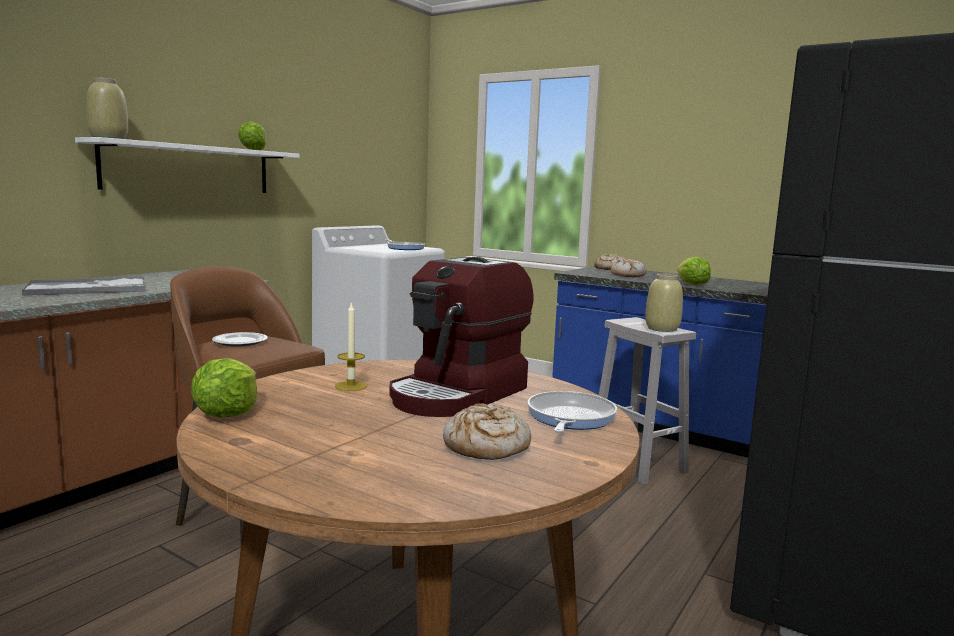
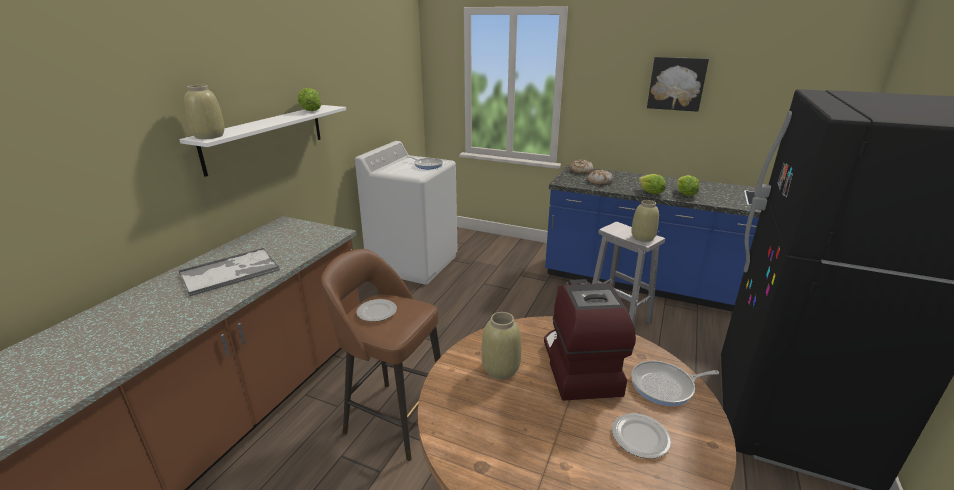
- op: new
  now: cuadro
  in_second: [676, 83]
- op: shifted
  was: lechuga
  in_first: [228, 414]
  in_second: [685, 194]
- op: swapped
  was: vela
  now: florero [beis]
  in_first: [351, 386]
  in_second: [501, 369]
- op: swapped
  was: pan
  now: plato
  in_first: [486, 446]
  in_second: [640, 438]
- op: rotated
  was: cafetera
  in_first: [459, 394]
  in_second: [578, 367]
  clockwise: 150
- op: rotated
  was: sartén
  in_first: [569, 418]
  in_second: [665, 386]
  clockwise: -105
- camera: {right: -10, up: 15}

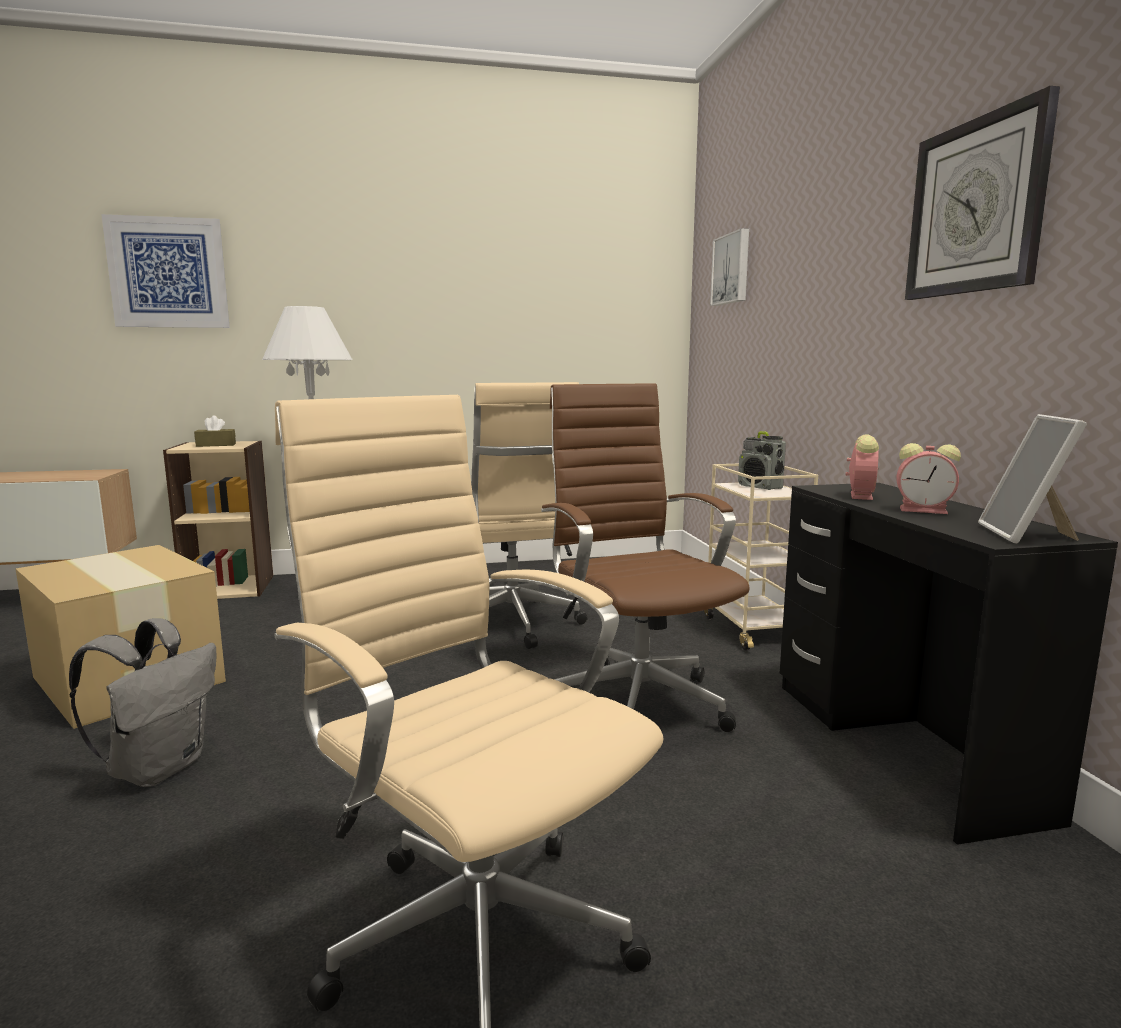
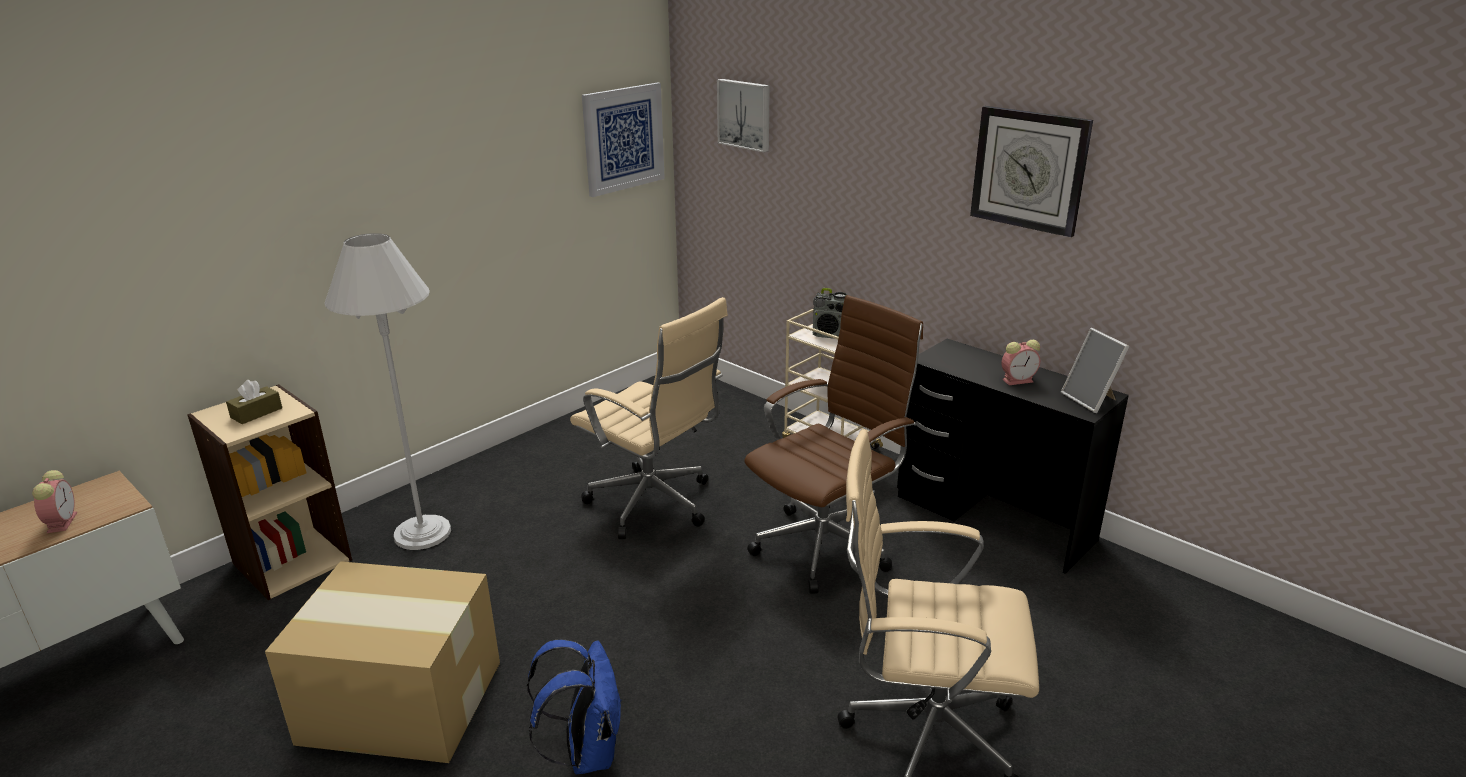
- op: shifted
  was: cuadro
  in_first: [168, 273]
  in_second: [623, 138]
- op: shifted
  was: despertador
  in_first: [860, 495]
  in_second: [62, 521]
- op: repainted
  was: mochila [gris]
  now: mochila [azul]
  in_first: [159, 767]
  in_second: [586, 751]
- op: rotated
  was: silla de oficina [marrón]
  in_first: [635, 701]
  in_second: [827, 546]
  clockwise: 105
- camera: {right: -35, up: 15}

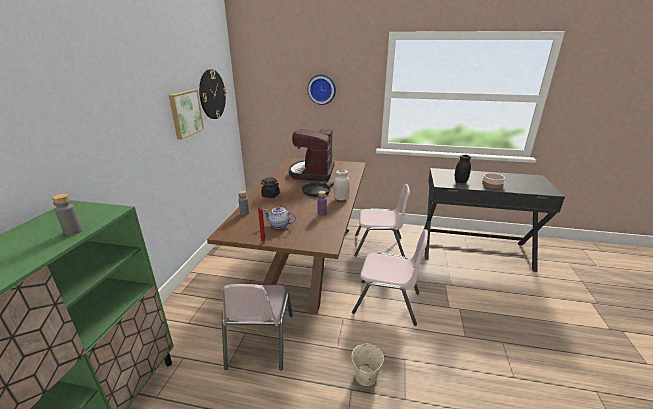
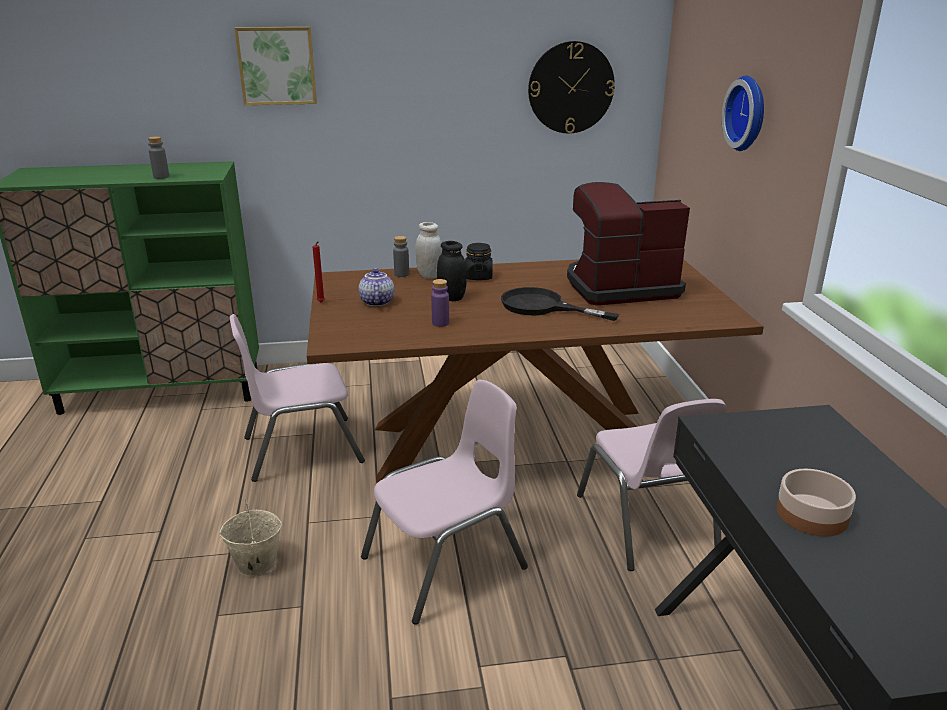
- op: shifted
  was: cuadro
  in_first: [185, 113]
  in_second: [277, 65]
- op: shifted
  was: tarro [blanco]
  in_first: [341, 198]
  in_second: [429, 275]
- op: shifted
  was: tarro [negro]
  in_first: [460, 181]
  in_second: [451, 298]
- op: rotated
  was: silla [rosa]
  in_first: [387, 303]
  in_second: [446, 564]
  clockwise: -120
- camera: {right: 70, up: 0}

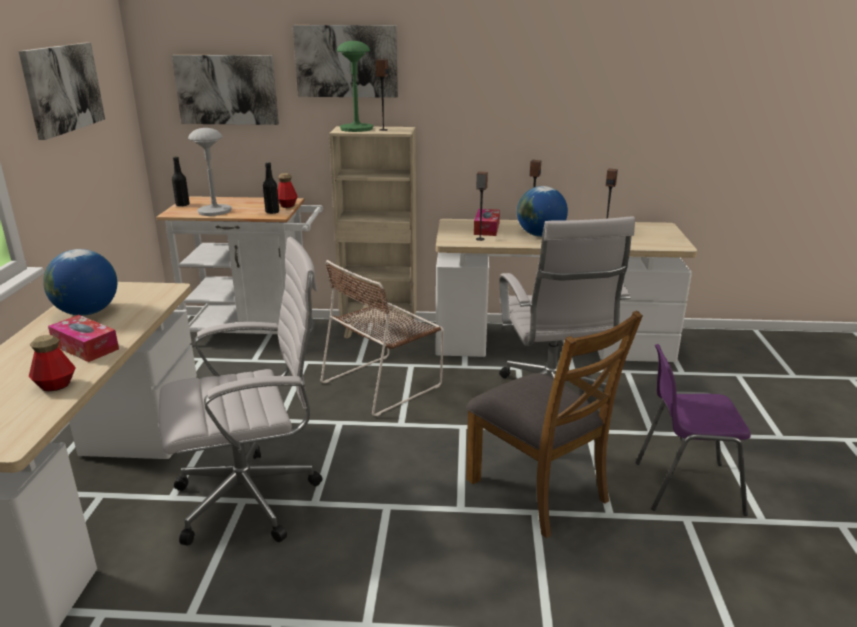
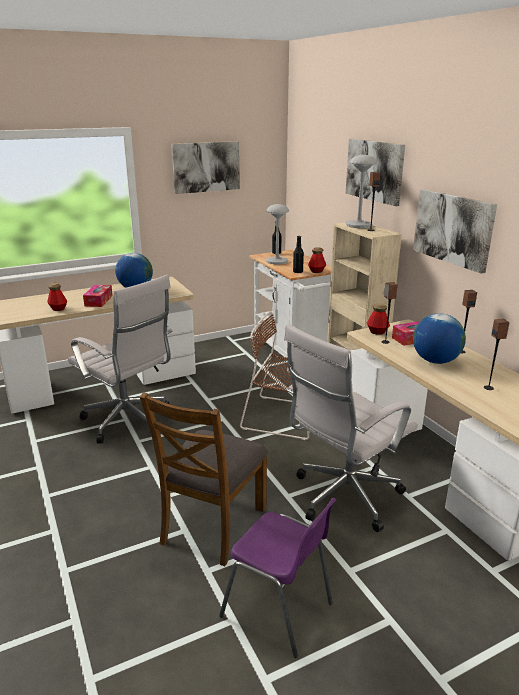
- op: new
  now: botella
  in_second: [377, 332]
- op: shifted
  was: cuadro
  in_first: [227, 89]
  in_second: [453, 229]
- op: repainted
  was: lámpara de mesa [verde]
  now: lámpara de mesa [gris]
  in_first: [356, 129]
  in_second: [358, 225]
- op: rotated
  was: silla [morado]
  in_first: [684, 486]
  in_second: [279, 610]
  clockwise: 150
- camera: {right: 60, up: 0}

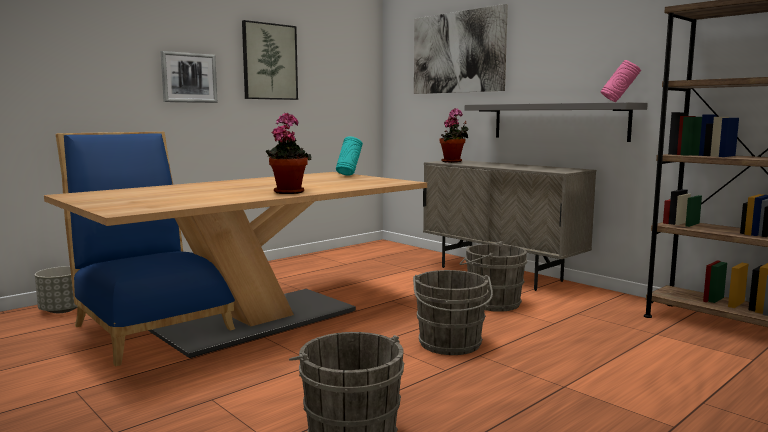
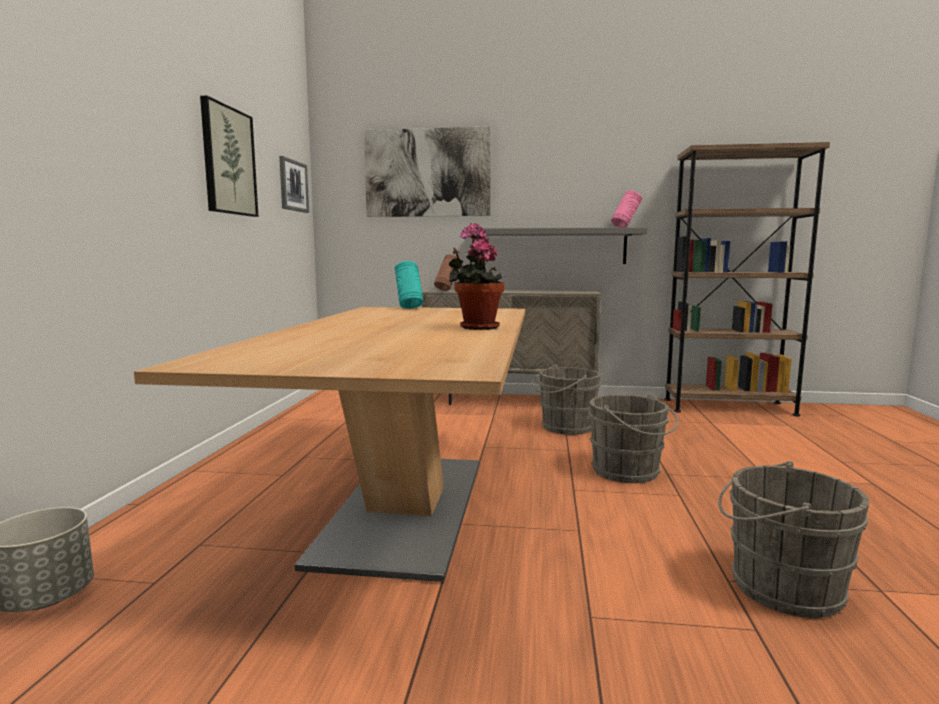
- op: gone
  was: silla [azul]
  in_first: [150, 327]
- op: shifted
  was: cuadro
  in_first: [189, 77]
  in_second: [293, 186]
- op: swapped
  was: planta en maceta
  now: florero [marrón]
  in_first: [453, 162]
  in_second: [447, 290]
- camera: {right: -40, up: 0}

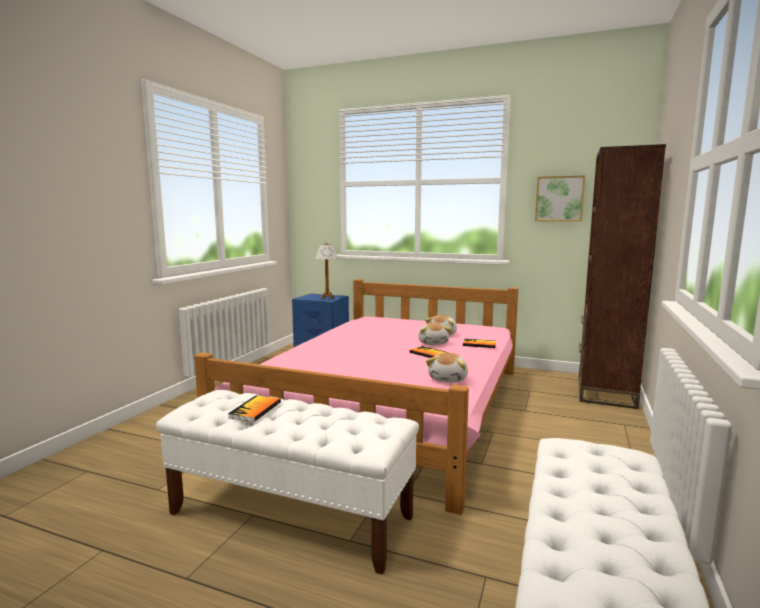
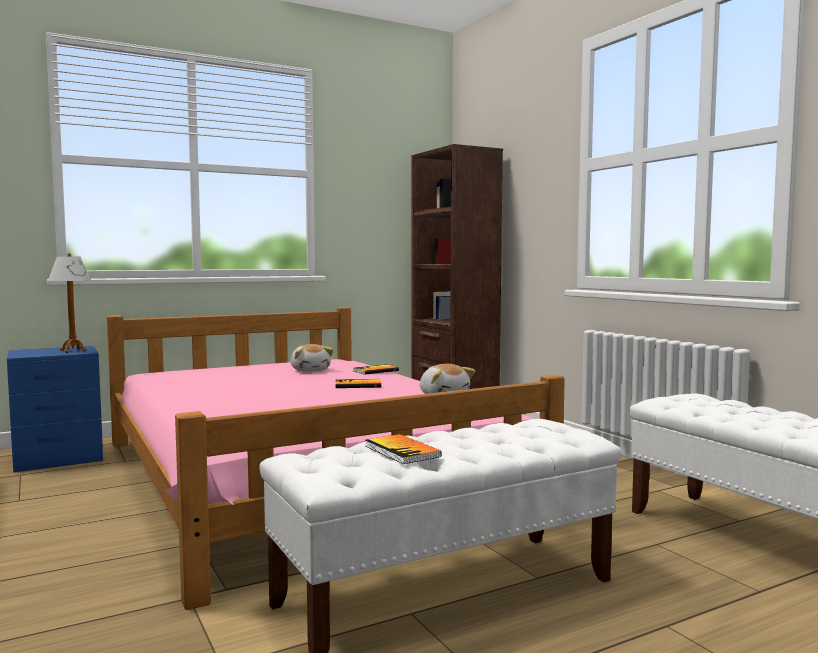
- op: gone
  was: peluche
  in_first: [433, 343]
- op: gone
  was: cuadro
  in_first: [559, 199]
- camera: {right: -50, up: -5}

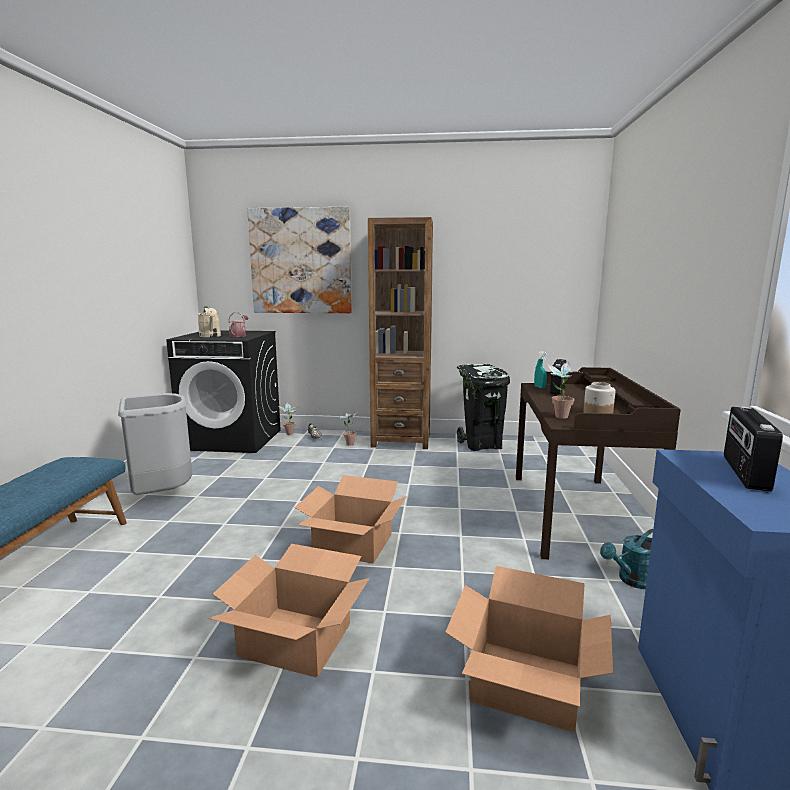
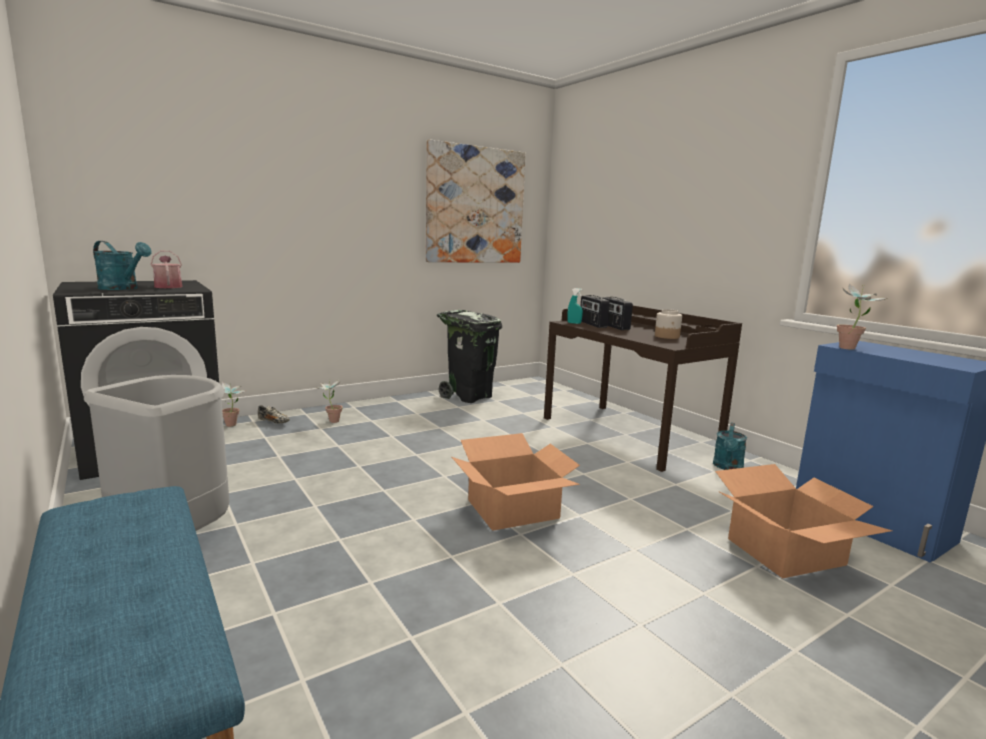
- op: gone
  was: caja de cartón
  in_first: [296, 639]
- op: gone
  was: estantería [marrón]
  in_first: [401, 440]
- op: shifted
  was: cuadro
  in_first: [301, 261]
  in_second: [475, 205]
- op: shifted
  was: planta en maceta
  in_first: [560, 418]
  in_second: [850, 349]
- op: shifted
  was: radio
  in_first: [744, 473]
  in_second: [613, 326]
- op: repainted
  was: regadera [beis]
  now: regadera [turquesa]
  in_first: [210, 336]
  in_second: [123, 288]
- camera: {right: -40, up: 0}

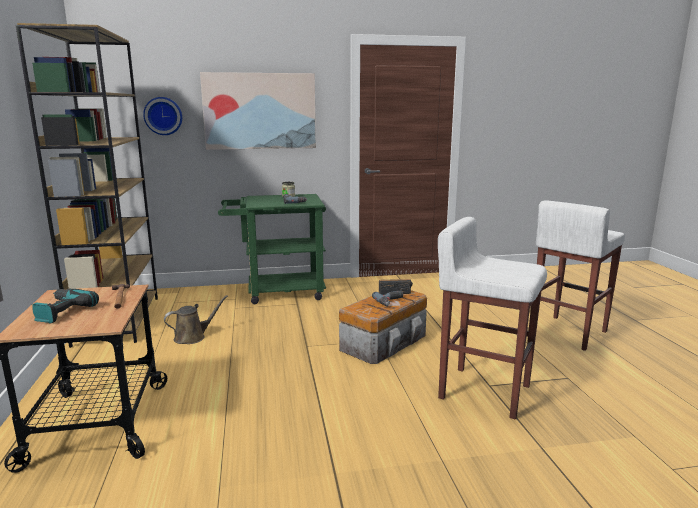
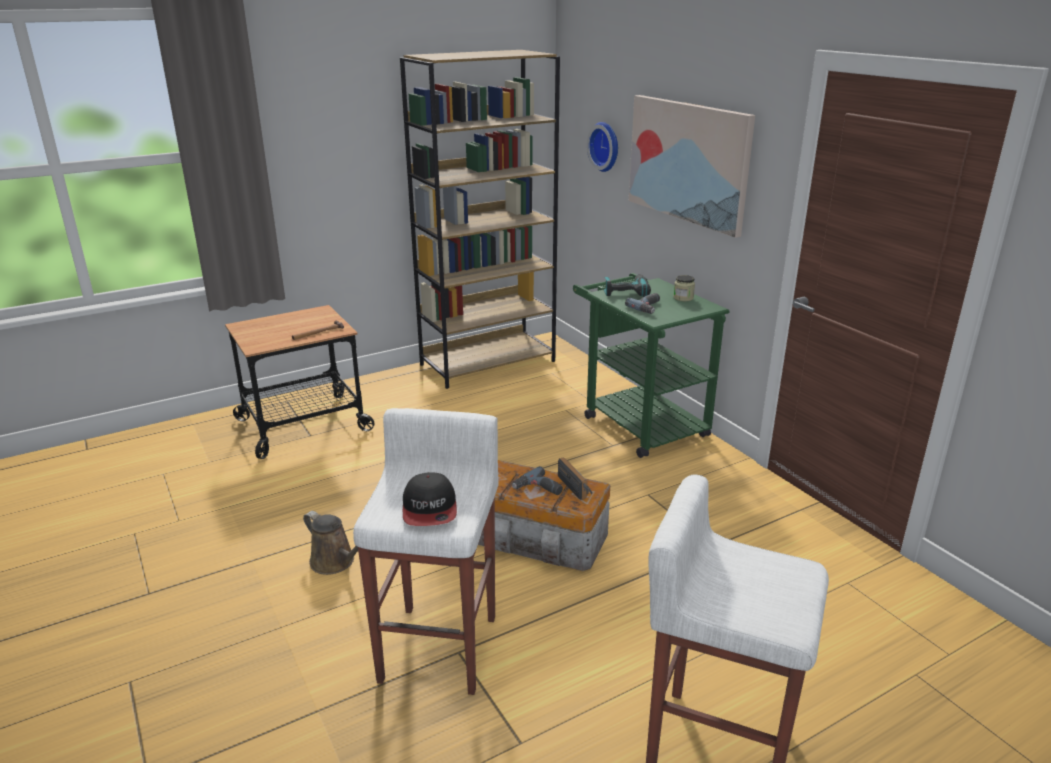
- op: new
  now: gorra
  in_second: [430, 509]
- op: shifted
  was: taladro
  in_first: [61, 311]
  in_second: [626, 291]
- op: shifted
  was: regadera [marrón]
  in_first: [193, 337]
  in_second: [335, 562]
- camera: {right: 70, up: 10}

